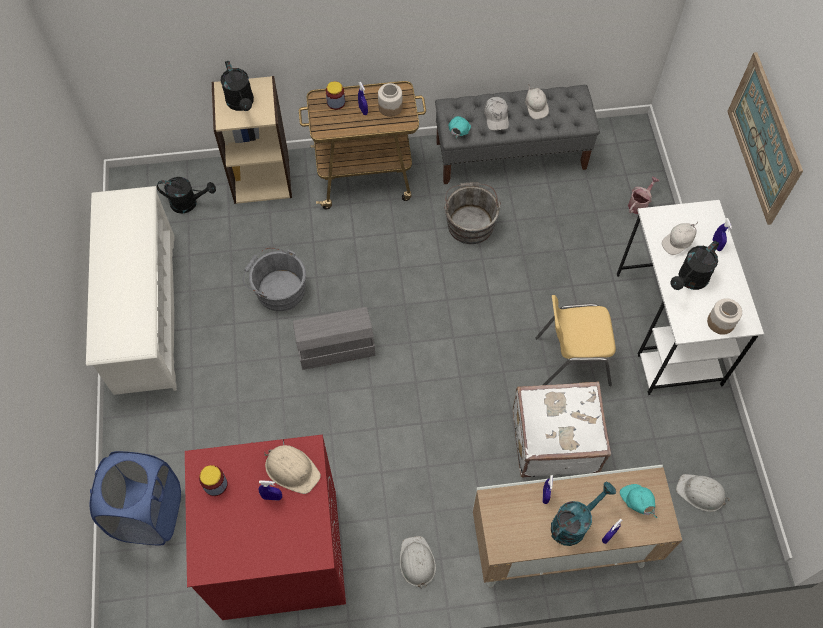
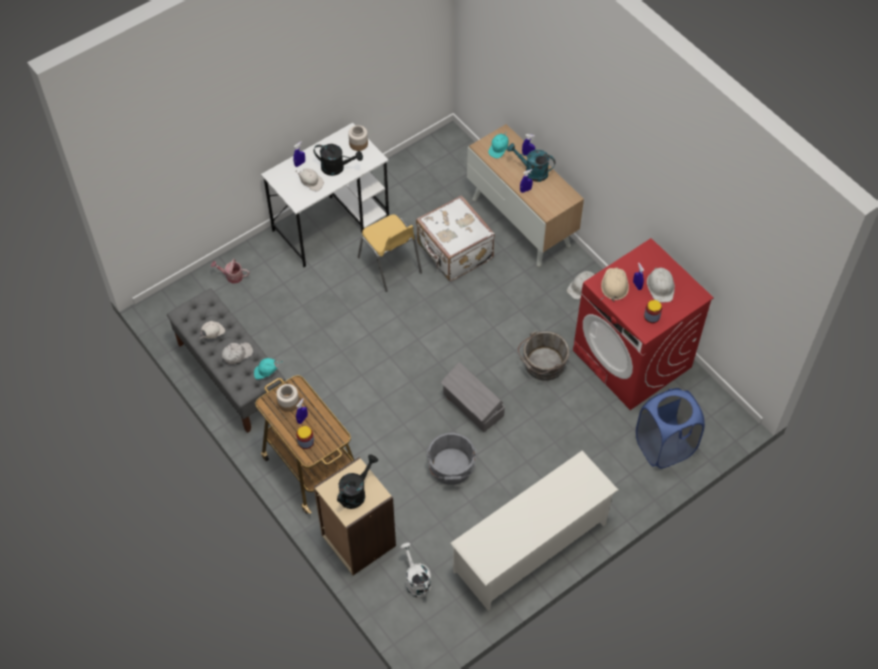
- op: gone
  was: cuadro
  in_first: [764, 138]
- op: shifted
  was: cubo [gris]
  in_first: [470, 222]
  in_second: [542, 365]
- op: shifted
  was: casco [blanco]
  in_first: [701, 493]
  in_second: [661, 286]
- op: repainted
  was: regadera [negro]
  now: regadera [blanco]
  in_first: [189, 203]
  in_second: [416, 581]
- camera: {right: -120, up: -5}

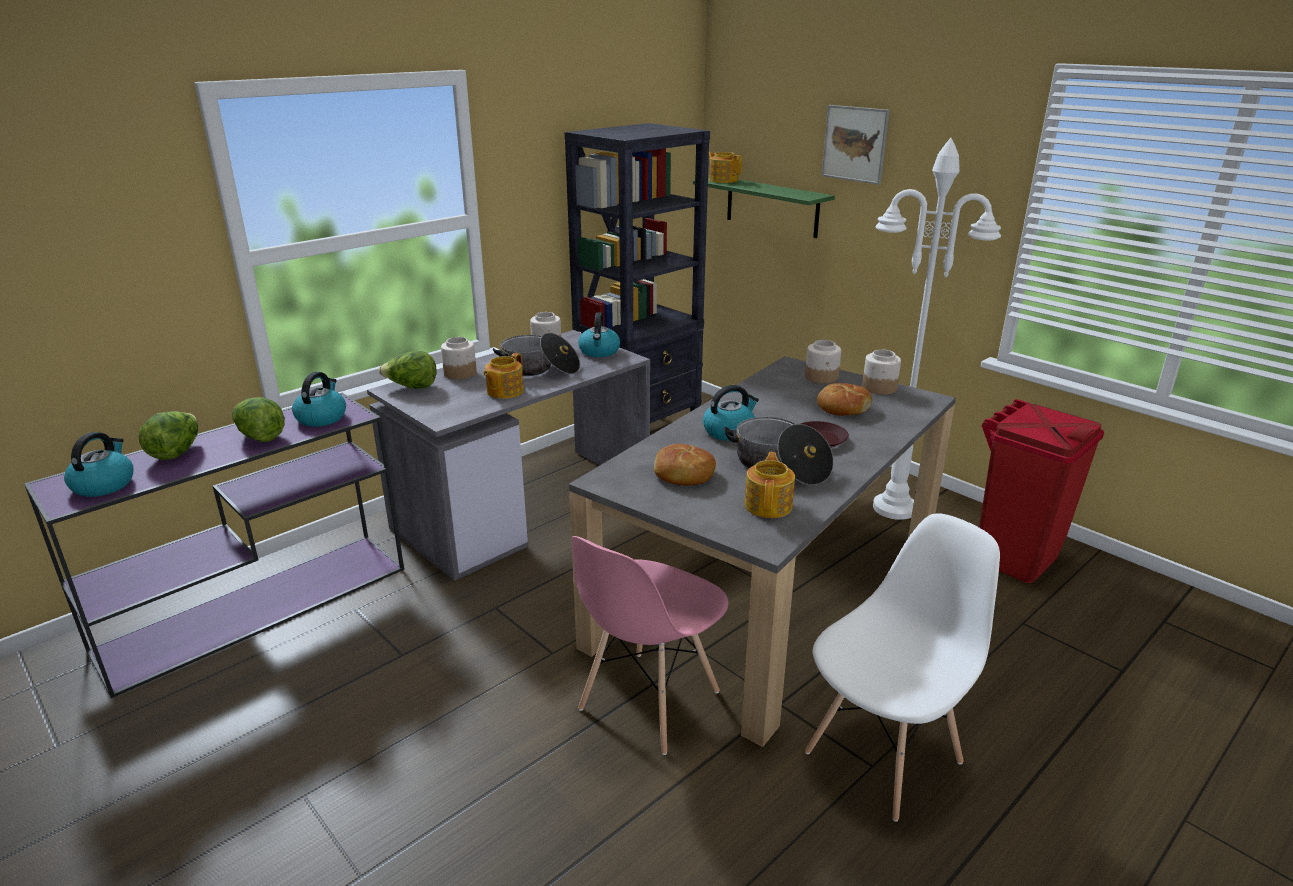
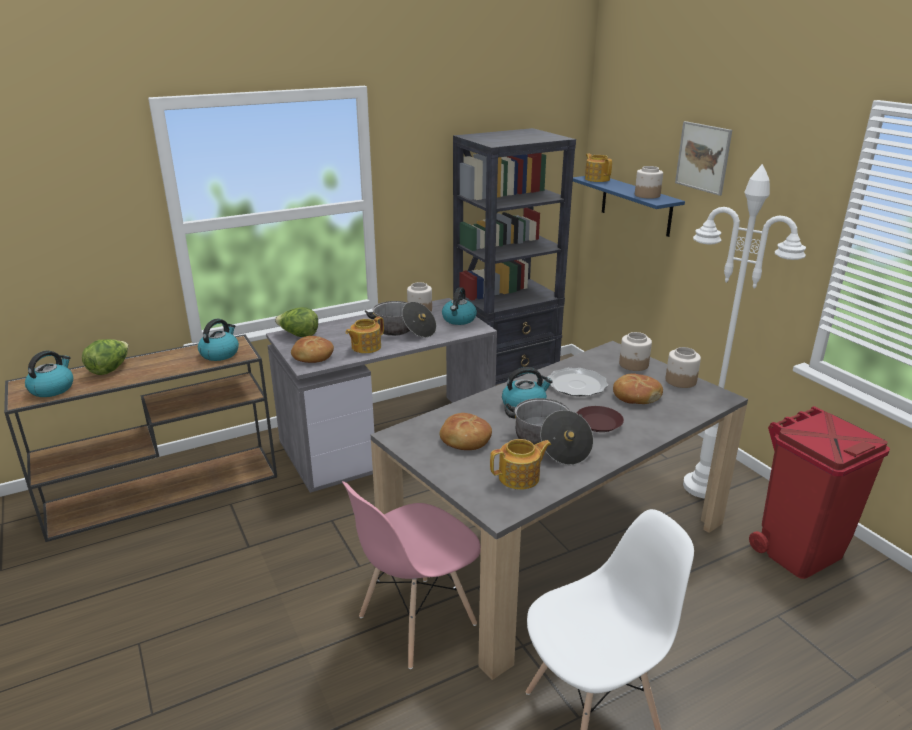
- op: gone
  was: lechuga
  in_first: [260, 437]
- op: new
  now: pan
  in_second: [312, 356]
- op: new
  now: plato
  in_second: [577, 385]
- op: shifted
  was: tarro
  in_first: [460, 373]
  in_second: [647, 195]
- op: repainted
  was: mesa consola [morado]
  now: mesa consola [marrón]
  in_first: [259, 606]
  in_second: [165, 489]
- op: repainted
  was: estante [verde]
  now: estante [azul]
  in_first: [772, 207]
  in_second: [636, 205]
- op: rotated
  was: tetera
  in_first: [769, 505]
  in_second: [520, 477]
  clockwise: 45
- camera: {right: 15, up: 0}

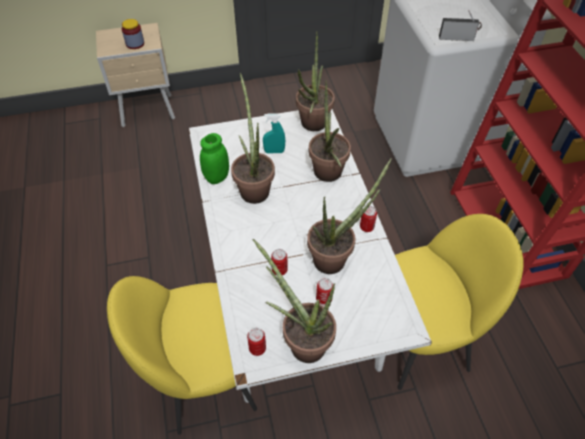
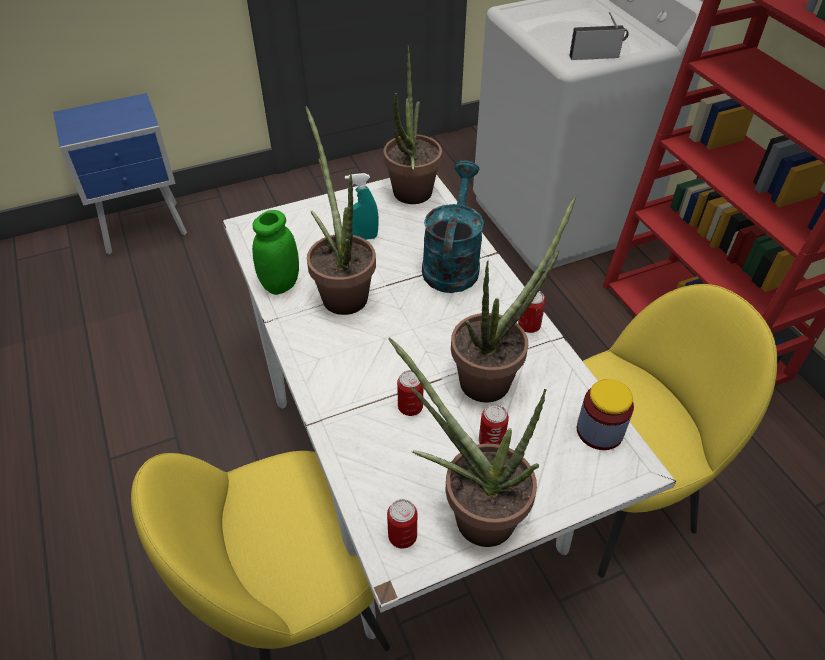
- op: shifted
  was: tarro
  in_first: [135, 44]
  in_second: [599, 431]
- op: swapped
  was: planta en maceta
  now: regadera [turquesa]
  in_first: [328, 176]
  in_second: [452, 263]
- op: repainted
  was: mesita de noche [beis]
  now: mesita de noche [azul]
  in_first: [148, 111]
  in_second: [145, 229]
- camera: {right: -10, up: -5}

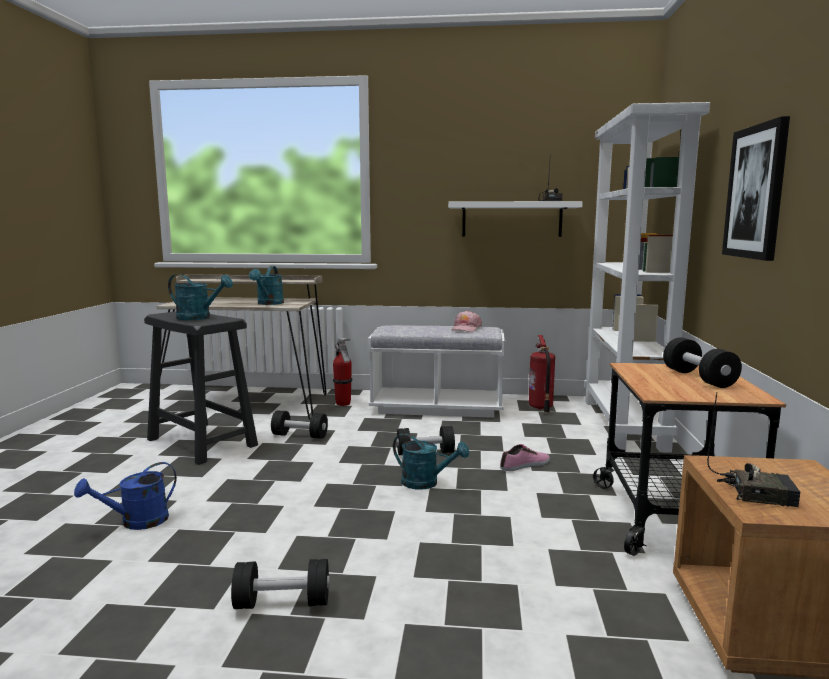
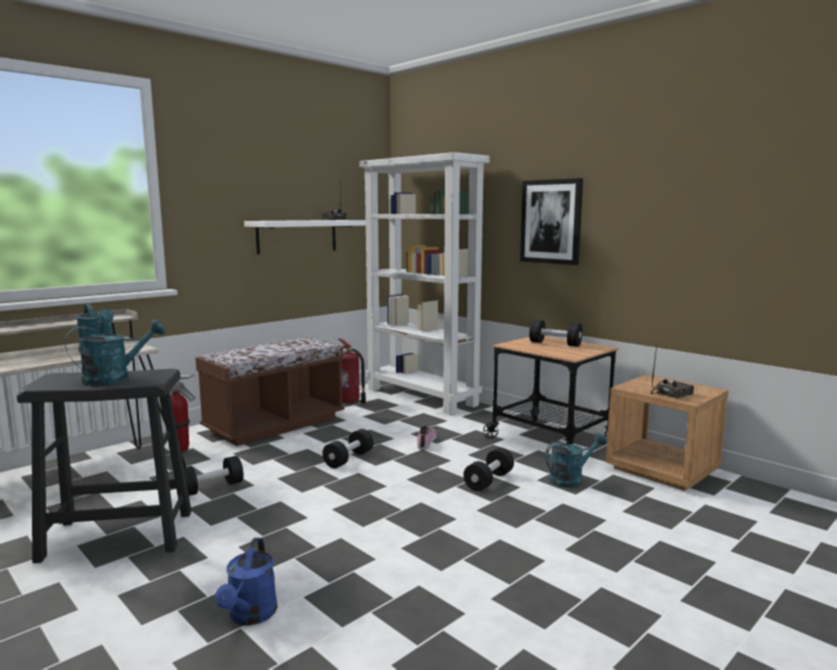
- op: gone
  was: gorra [rosa]
  in_first: [465, 328]
- op: shifted
  was: mancuerna [negro]
  in_first: [282, 603]
  in_second: [489, 481]
- op: shifted
  was: regadera [turquesa]
  in_first: [426, 483]
  in_second: [570, 479]
- op: repainted
  was: banco [blanco]
  now: banco [marrón]
  in_first: [437, 407]
  in_second: [275, 425]
- camera: {right: -50, up: 0}

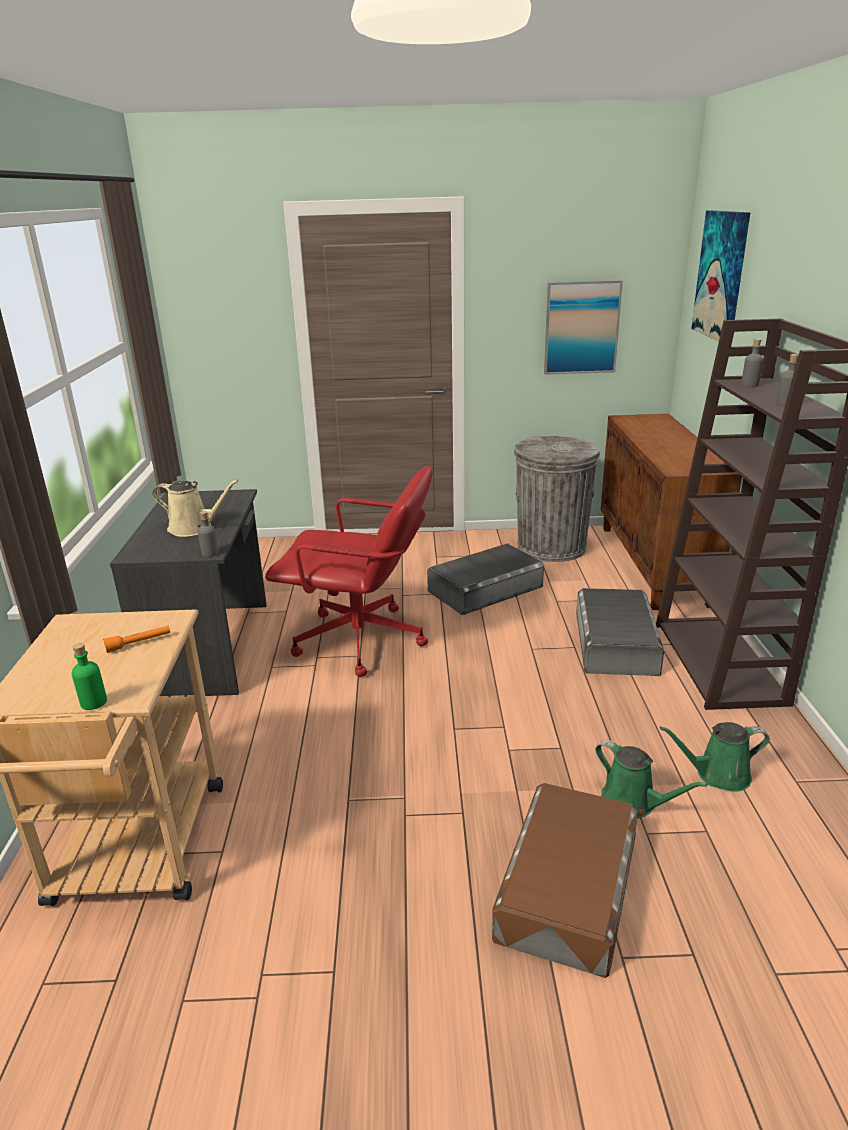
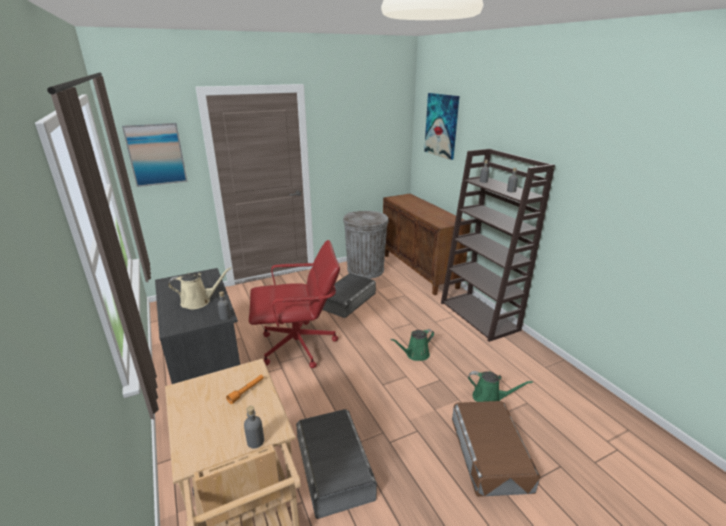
- op: shifted
  was: cuadro
  in_first: [581, 327]
  in_second: [156, 154]
- op: shifted
  was: caja de almacenaje [gris]
  in_first: [615, 642]
  in_second: [333, 466]
- op: shifted
  was: regadera [verde]
  in_first: [718, 775]
  in_second: [415, 354]
- op: repainted
  was: botella [verde]
  now: botella [gris]
  in_first: [93, 702]
  in_second: [255, 441]
- camera: {right: -25, up: 0}

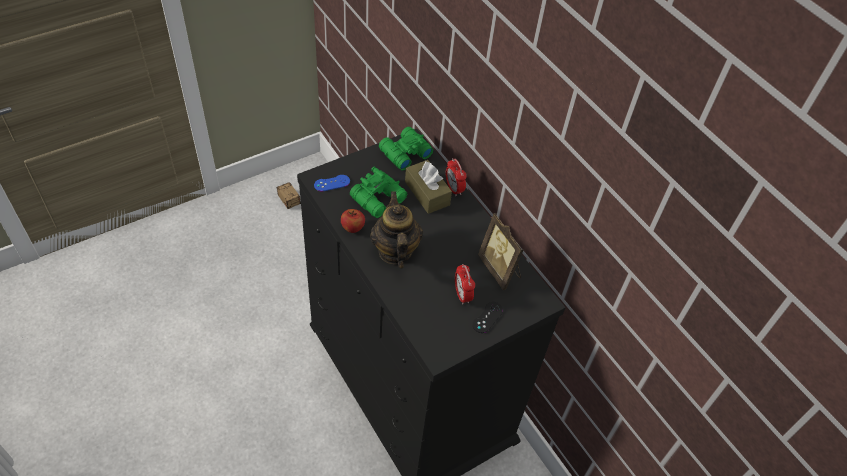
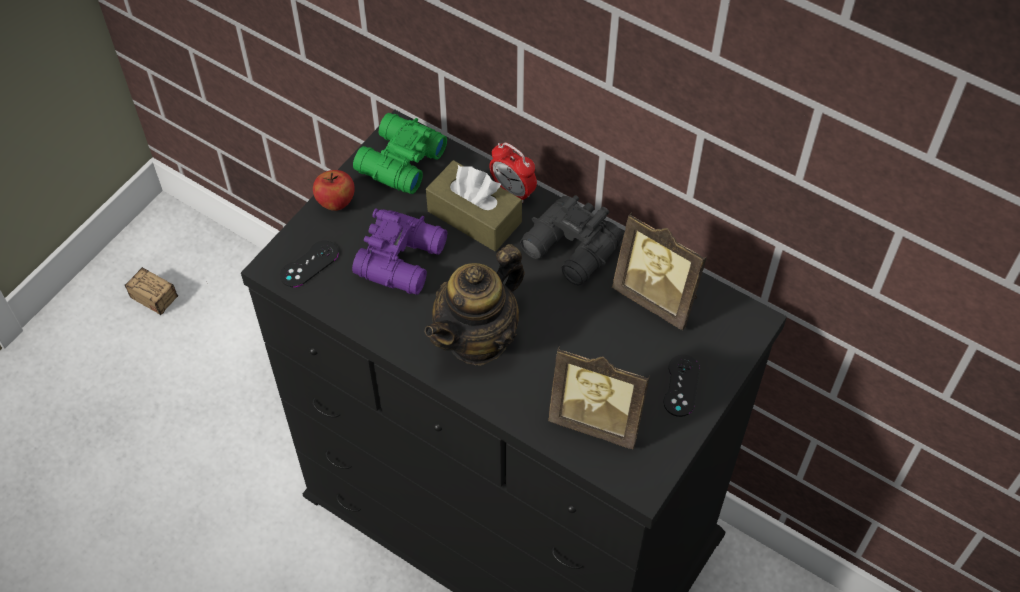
- op: gone
  was: despertador
  in_first: [462, 295]
- op: new
  now: prismáticos [negro]
  in_second: [571, 251]
- op: new
  now: portarretratos
  in_second: [597, 419]
- op: shifted
  was: manzana
  in_first: [353, 228]
  in_second: [336, 202]
- op: repainted
  was: mando de consola [azul]
  now: mando de consola [negro]
  in_first: [332, 183]
  in_second: [309, 264]
- op: repainted
  was: prismáticos [verde]
  now: prismáticos [morado]
  in_first: [380, 199]
  in_second: [404, 259]
- op: rotated
  was: tetera
  in_first: [395, 251]
  in_second: [478, 338]
  clockwise: -105
- camera: {right: -20, up: 5}

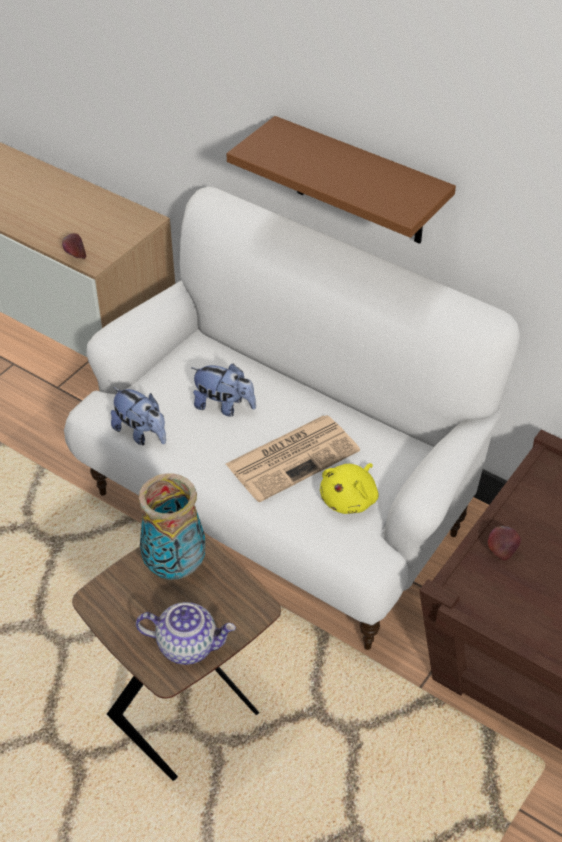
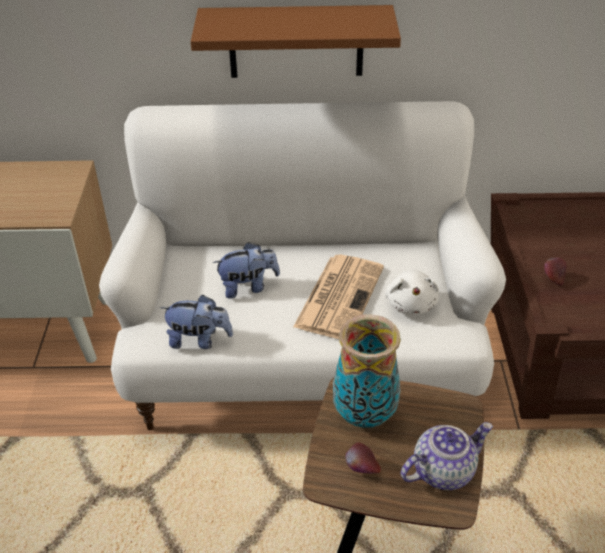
- op: shifted
  was: manzana
  in_first: [75, 256]
  in_second: [362, 470]
- op: repainted
  was: peluche [amarillo]
  now: peluche [blanco]
  in_first: [350, 499]
  in_second: [411, 303]
- camera: {right: -35, up: -5}

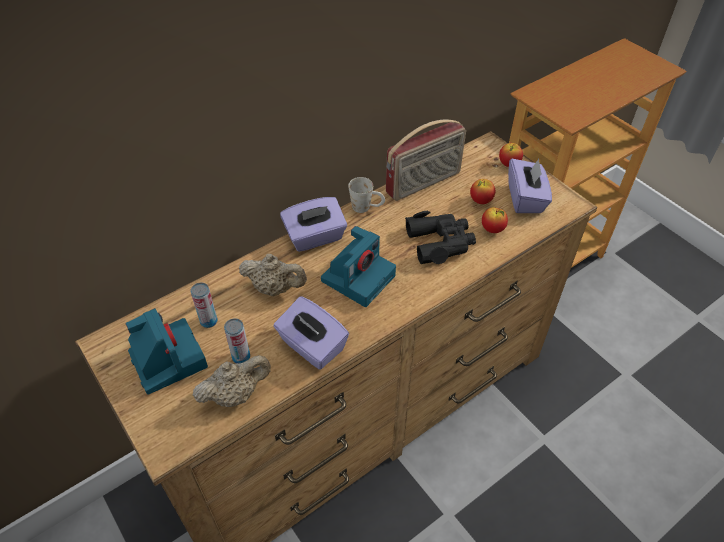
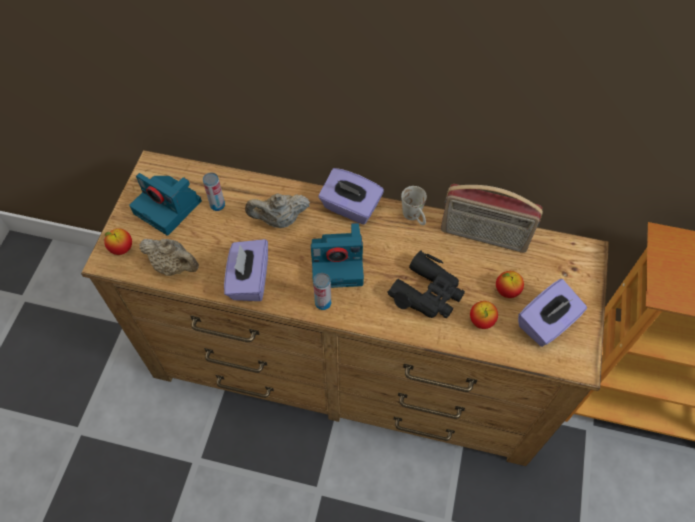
- op: shifted
  was: lata
  in_first: [241, 357]
  in_second: [323, 303]
- op: shifted
  was: manzana
  in_first: [508, 164]
  in_second: [122, 248]
- op: rotated
  was: cámara
  in_first: [167, 359]
  in_second: [169, 207]
  clockwise: 105
- op: rotated
  was: tetera [beis]
  in_first: [275, 288]
  in_second: [279, 220]
  clockwise: 105
- camera: {right: 50, up: 10}

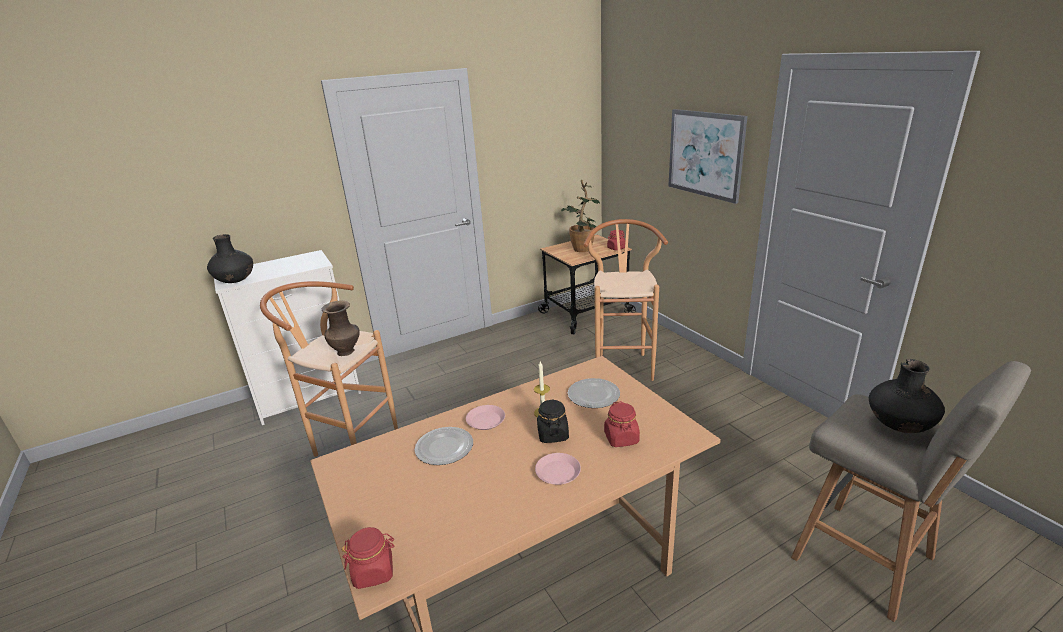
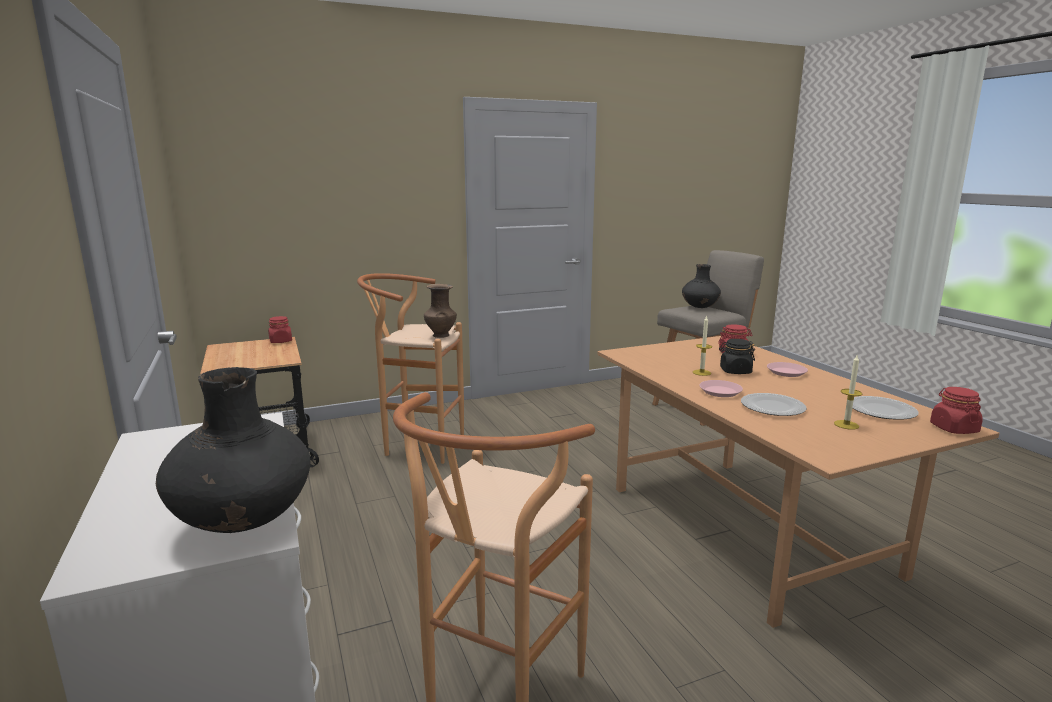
- op: gone
  was: planta en maceta
  in_first: [582, 251]
- op: gone
  was: cuadro
  in_first: [705, 154]
- op: new
  now: vela
  in_second: [846, 425]
- op: shifted
  was: florero [marrón]
  in_first: [347, 351]
  in_second: [440, 335]
- op: shifted
  was: plato
  in_first: [594, 395]
  in_second: [881, 410]
- camera: {right: -85, up: -10}

